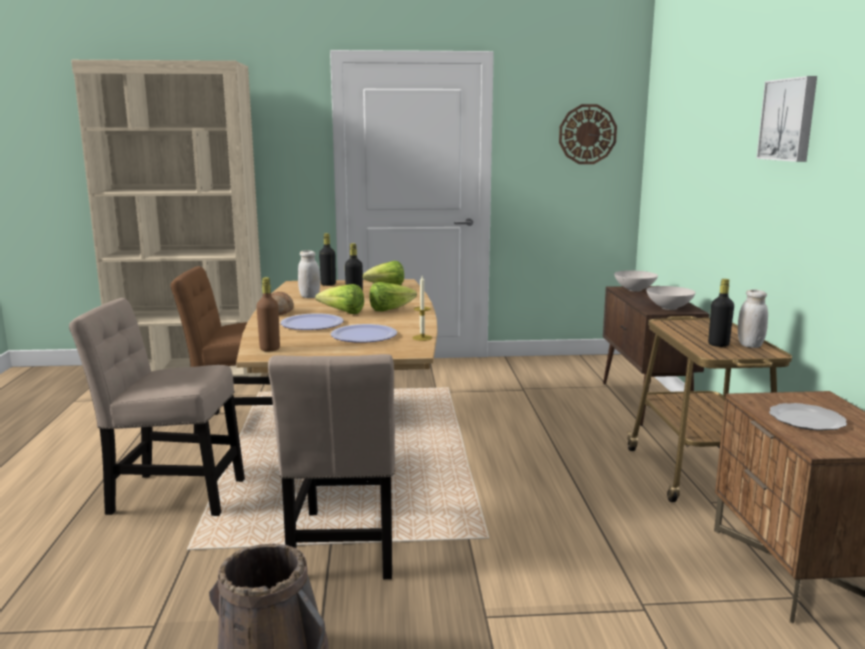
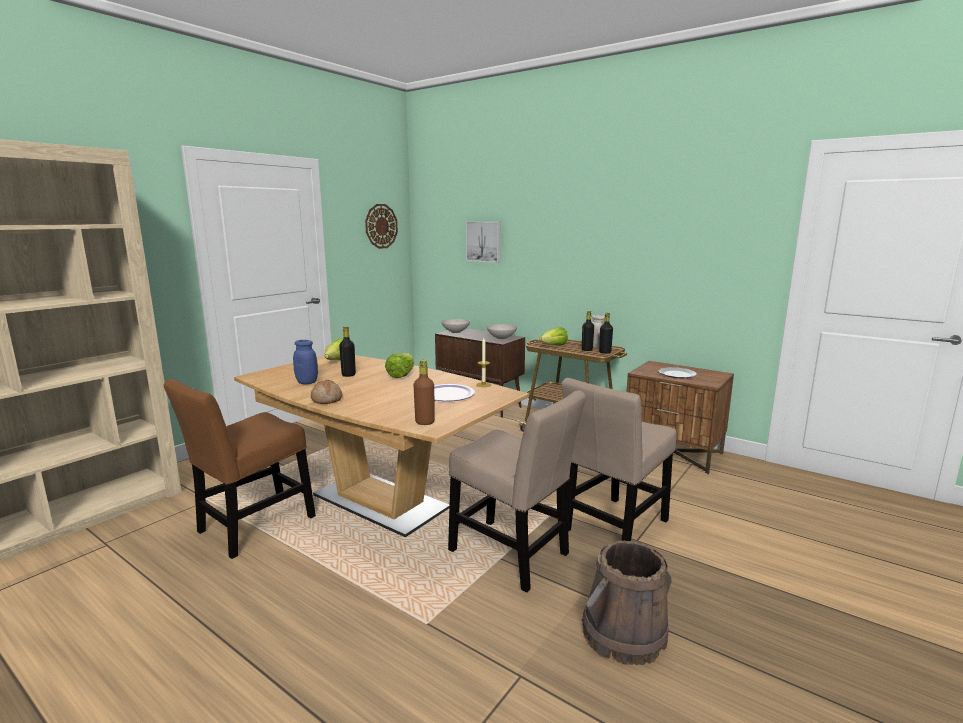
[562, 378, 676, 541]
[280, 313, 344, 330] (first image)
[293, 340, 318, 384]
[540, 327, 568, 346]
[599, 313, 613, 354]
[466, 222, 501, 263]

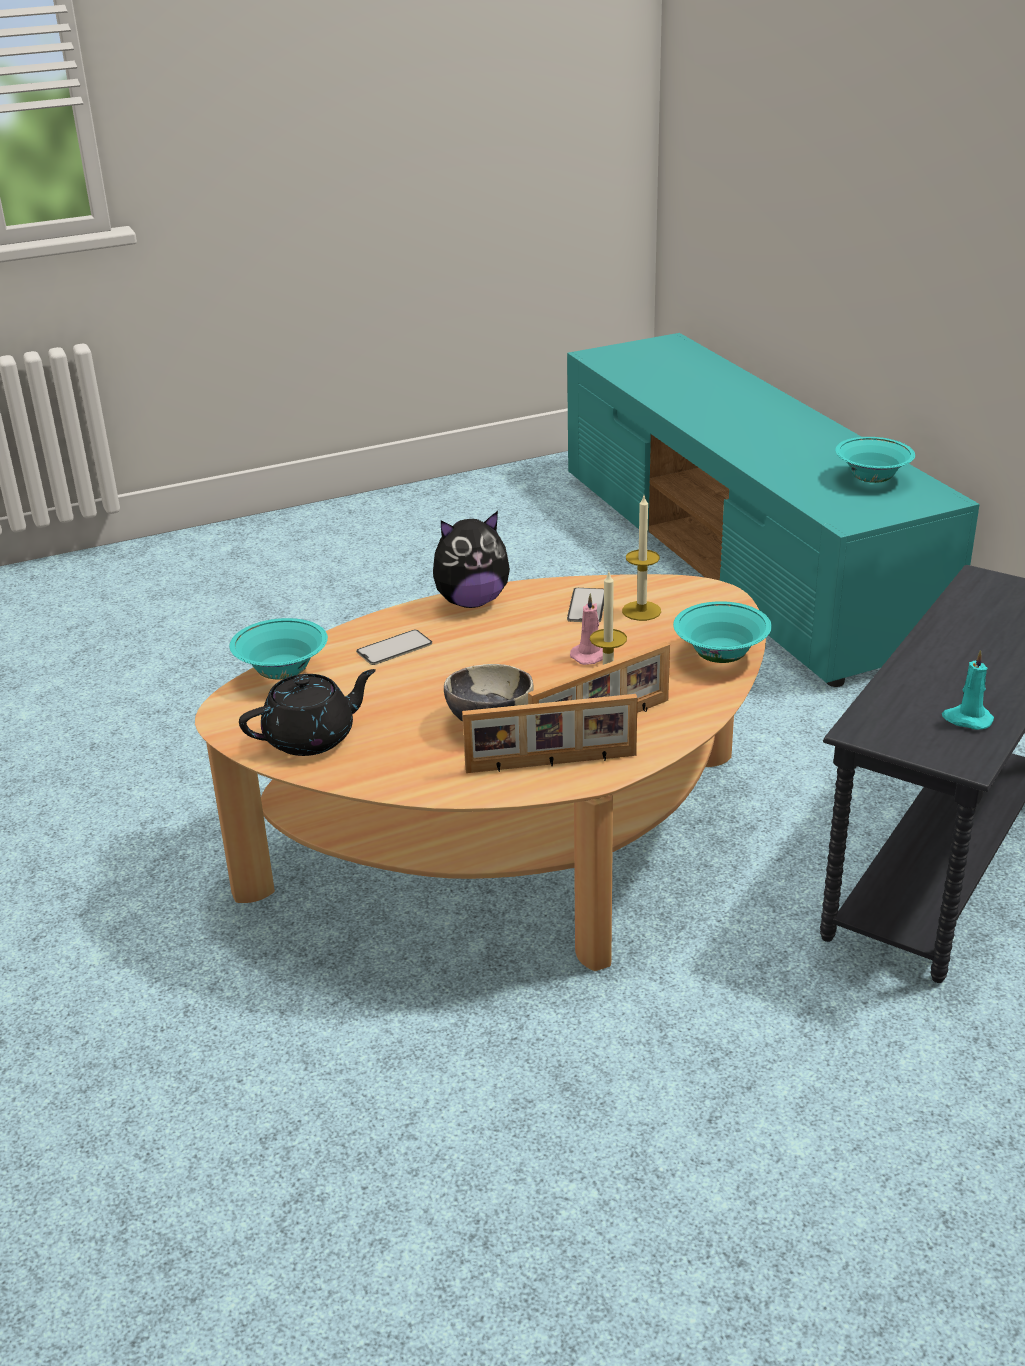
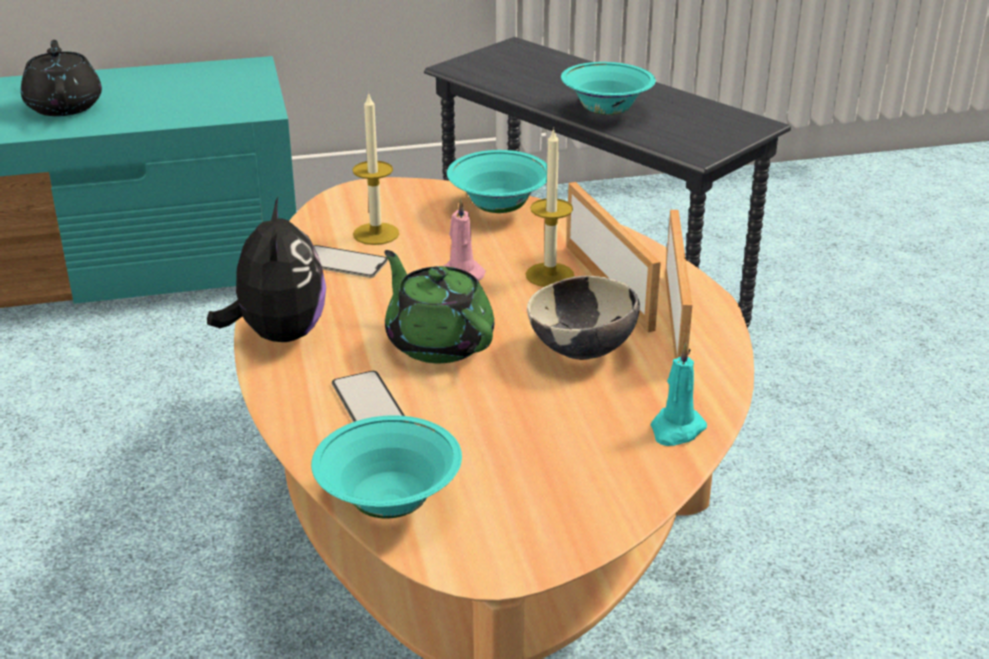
[21, 40, 102, 116]
[561, 62, 656, 115]
[651, 342, 707, 446]
[384, 250, 494, 363]

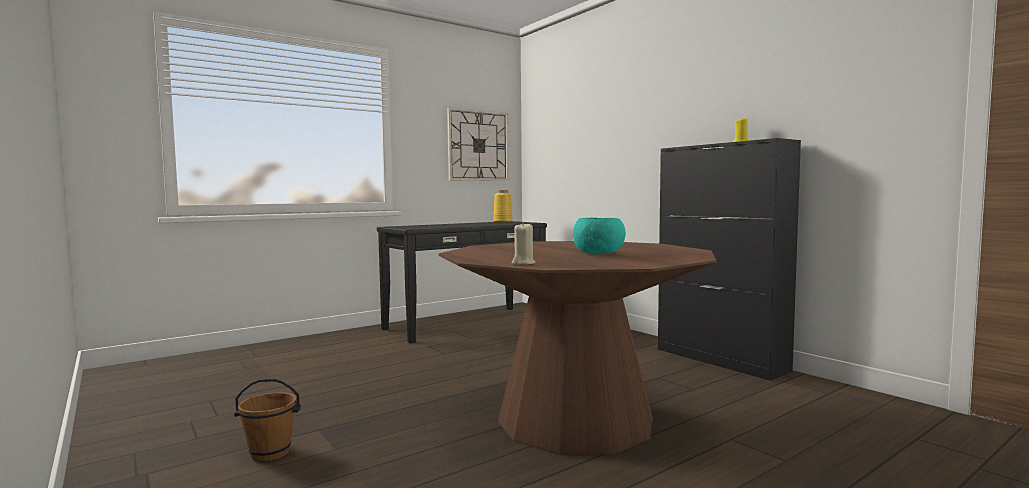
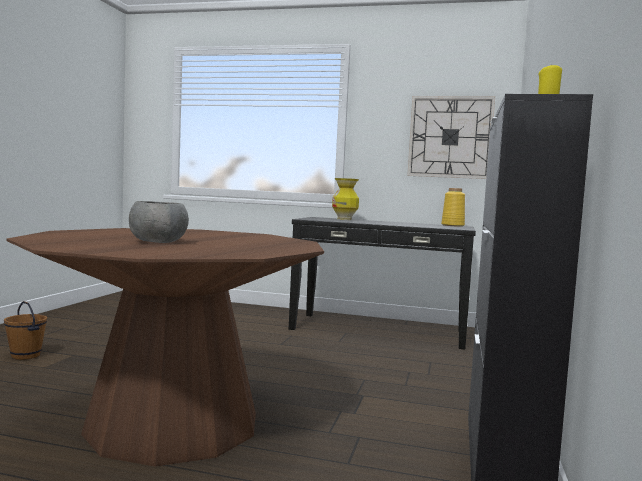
[512, 222, 535, 265] (first image)
[129, 201, 189, 243]
[332, 178, 359, 220]

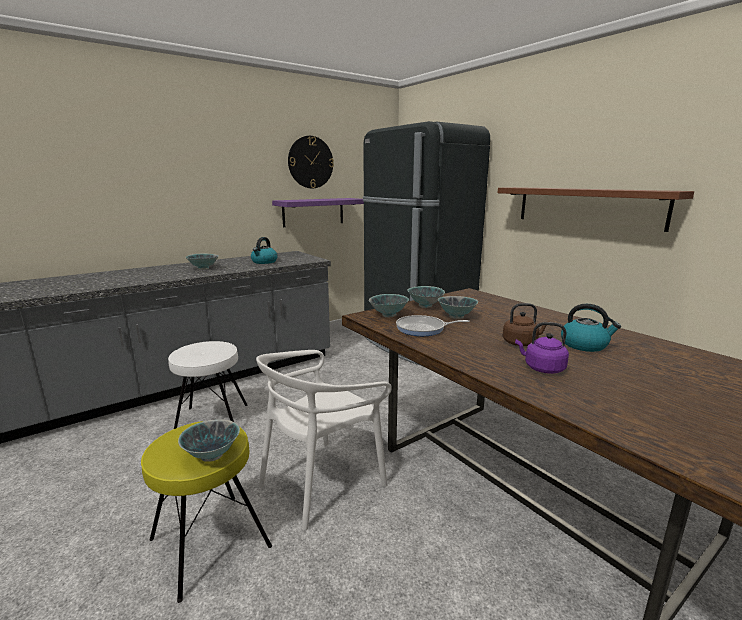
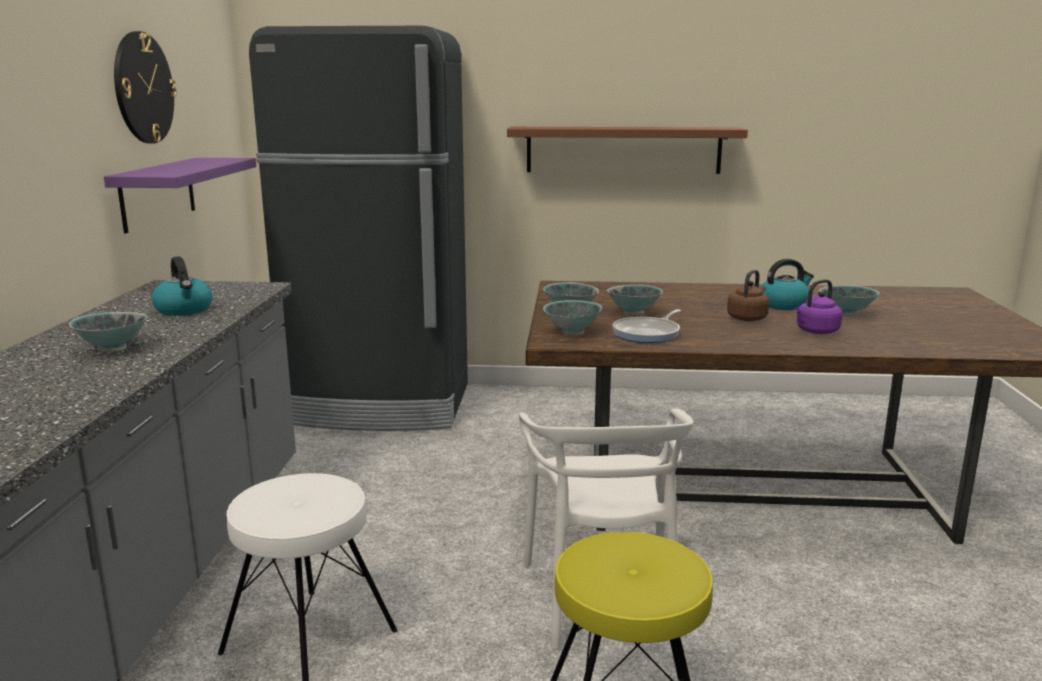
[819, 285, 879, 316]

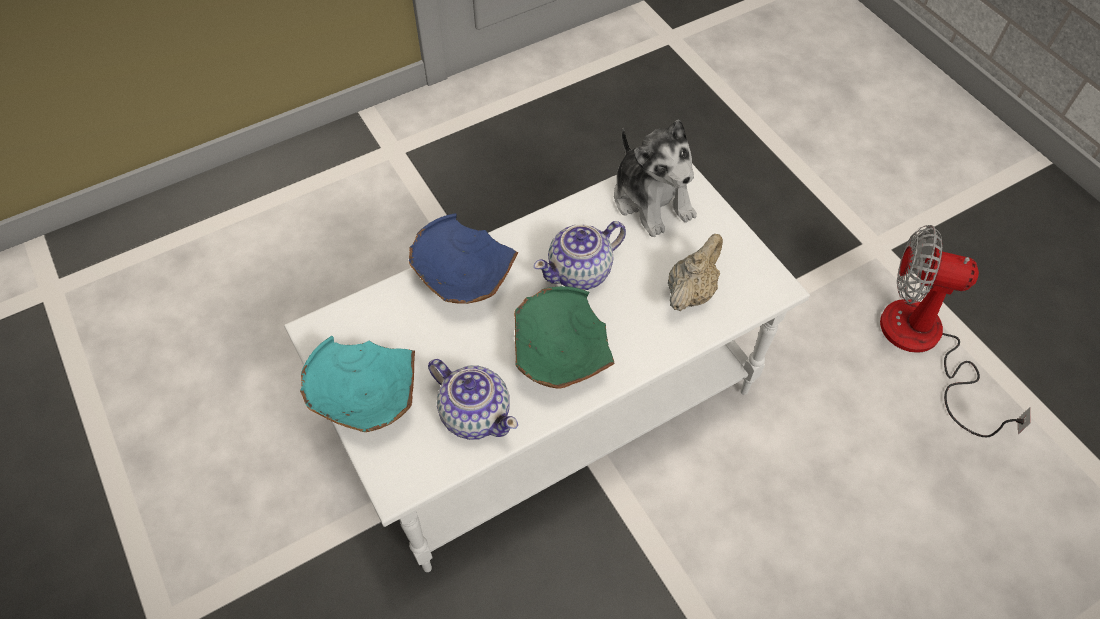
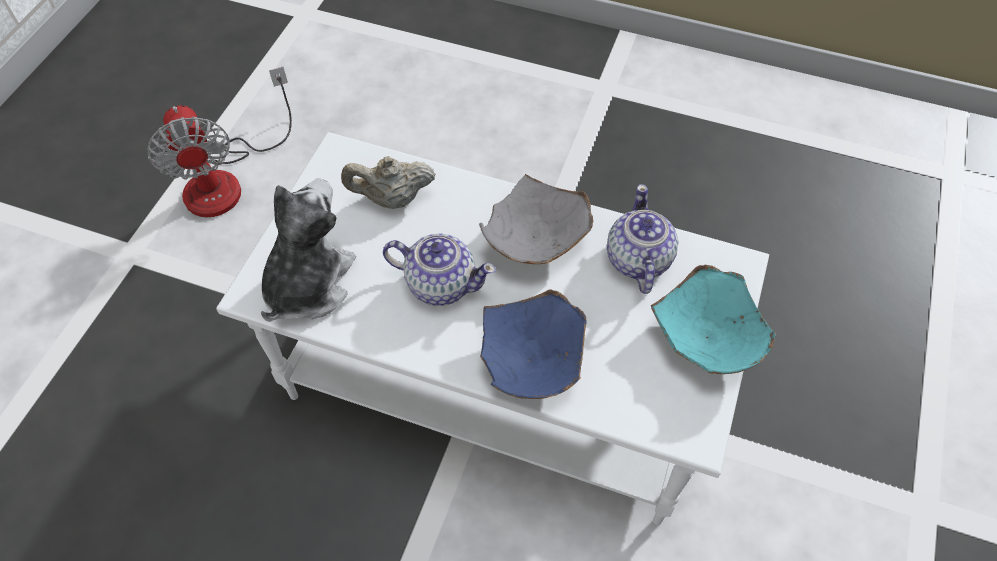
[479, 174, 593, 264]

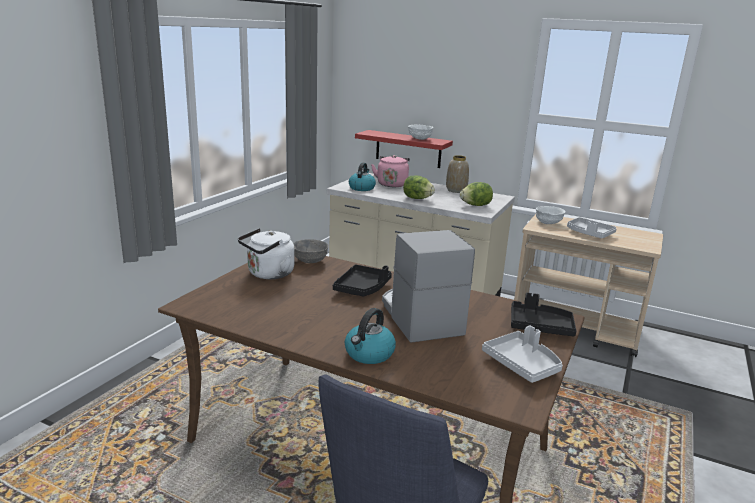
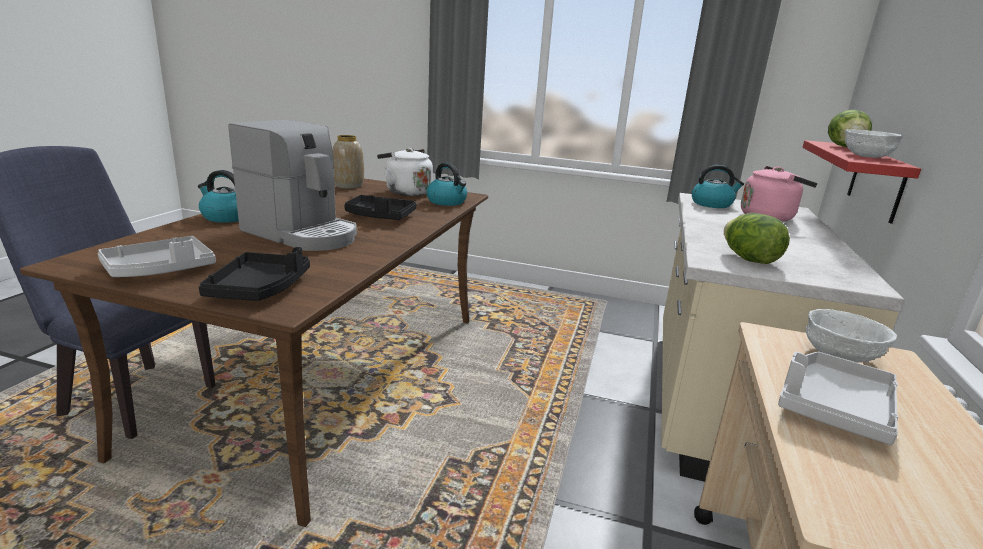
[426, 163, 467, 206]
[229, 120, 357, 251]
[828, 110, 872, 147]
[332, 135, 364, 188]

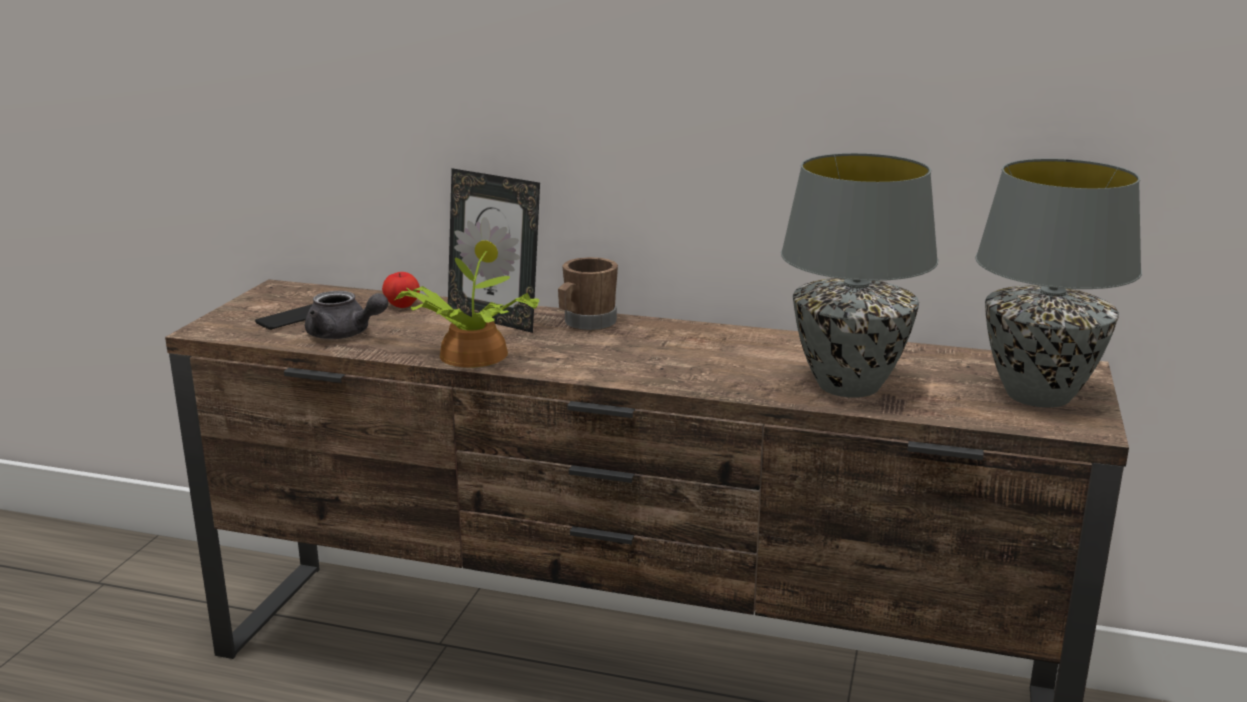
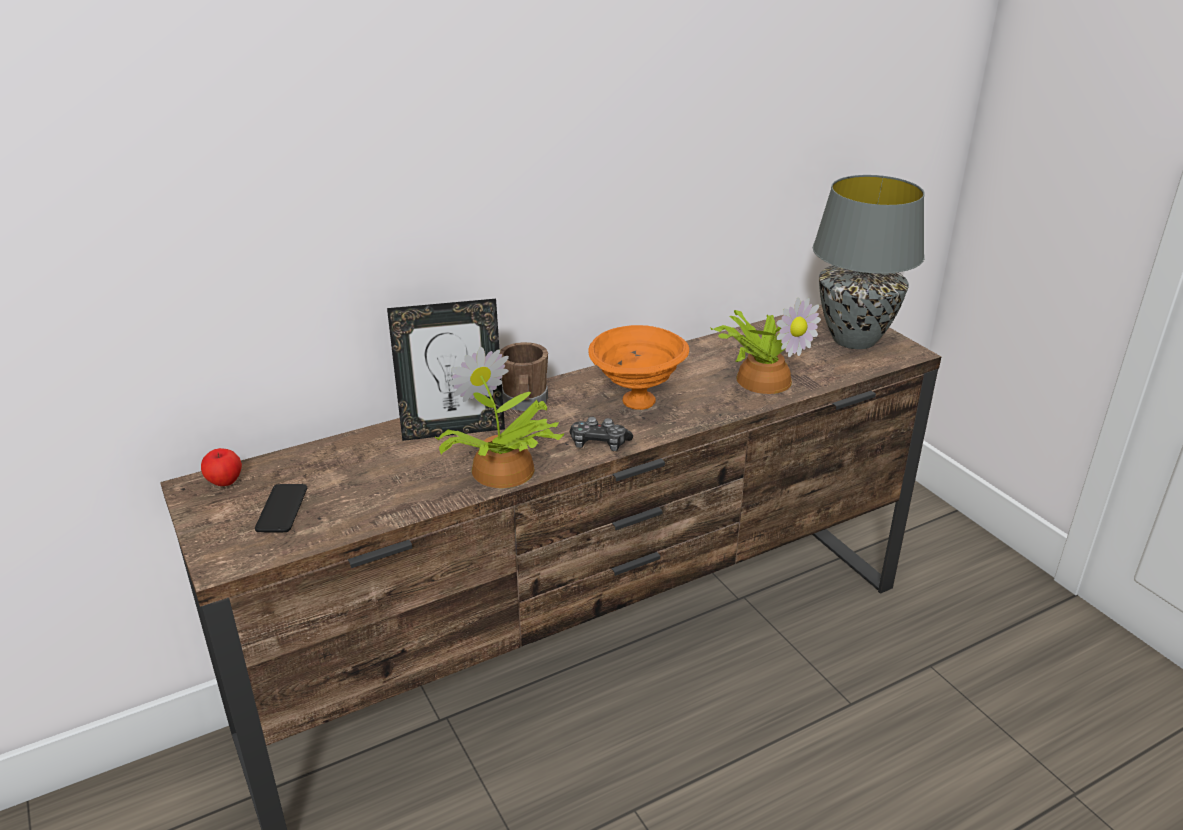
[305, 291, 388, 339] (first image)
[201, 448, 242, 486]
[710, 297, 821, 394]
[570, 417, 633, 451]
[588, 325, 689, 410]

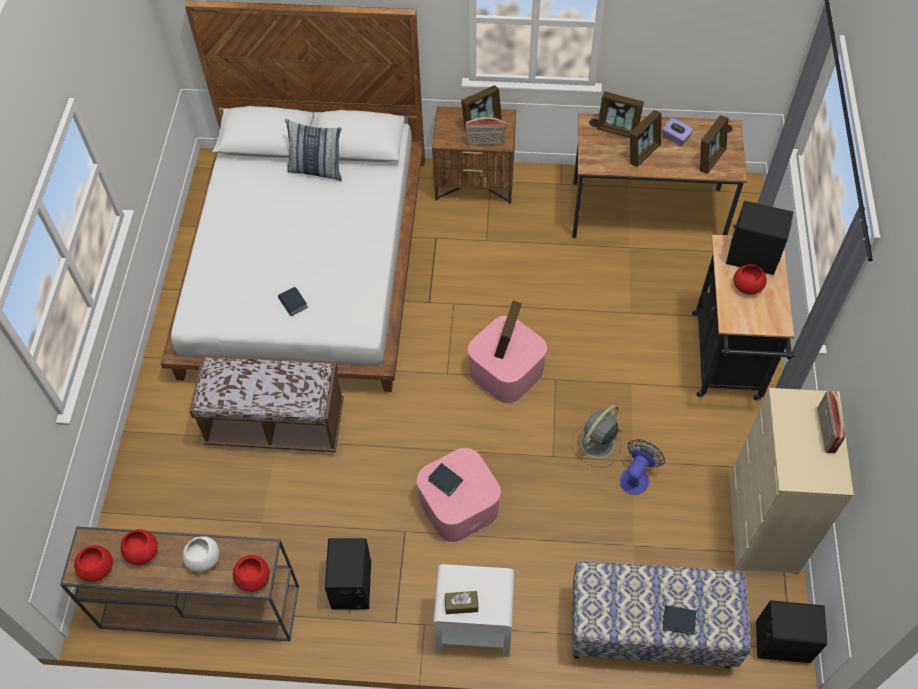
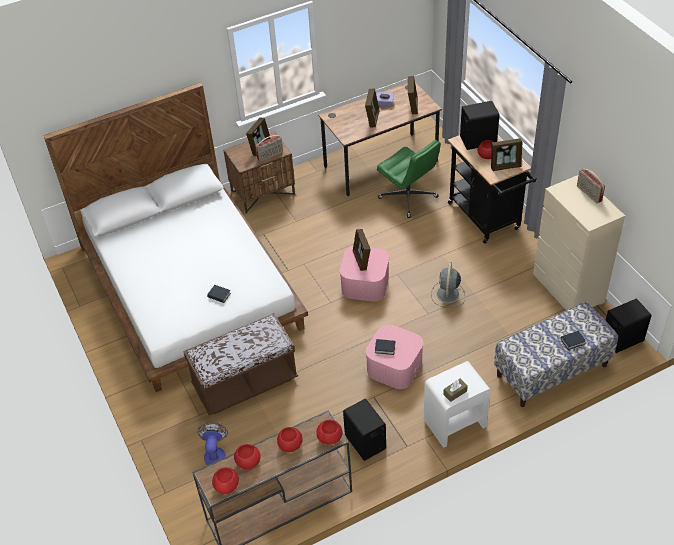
[277, 427, 303, 452]
[285, 119, 342, 181] (first image)
[491, 138, 522, 171]
[197, 423, 228, 465]
[377, 140, 441, 218]

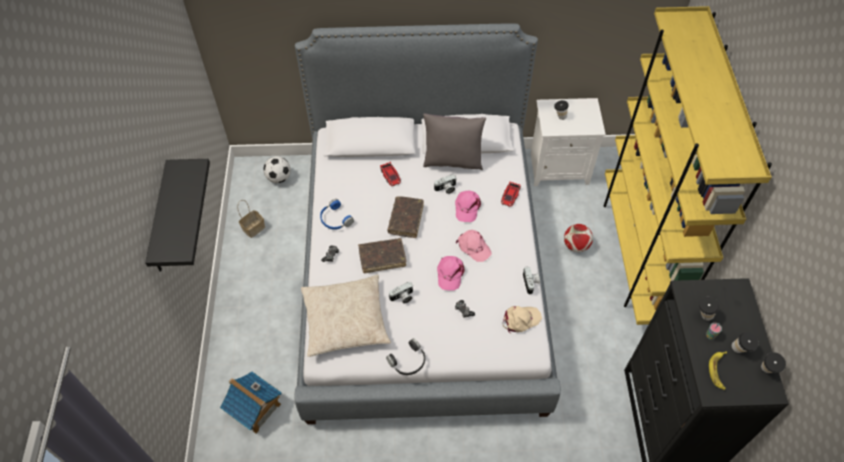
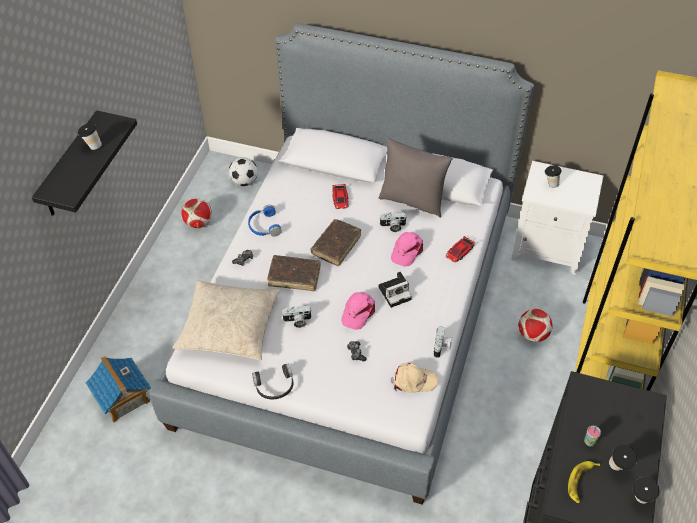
[182, 198, 212, 228]
[378, 272, 412, 308]
[78, 123, 102, 150]

